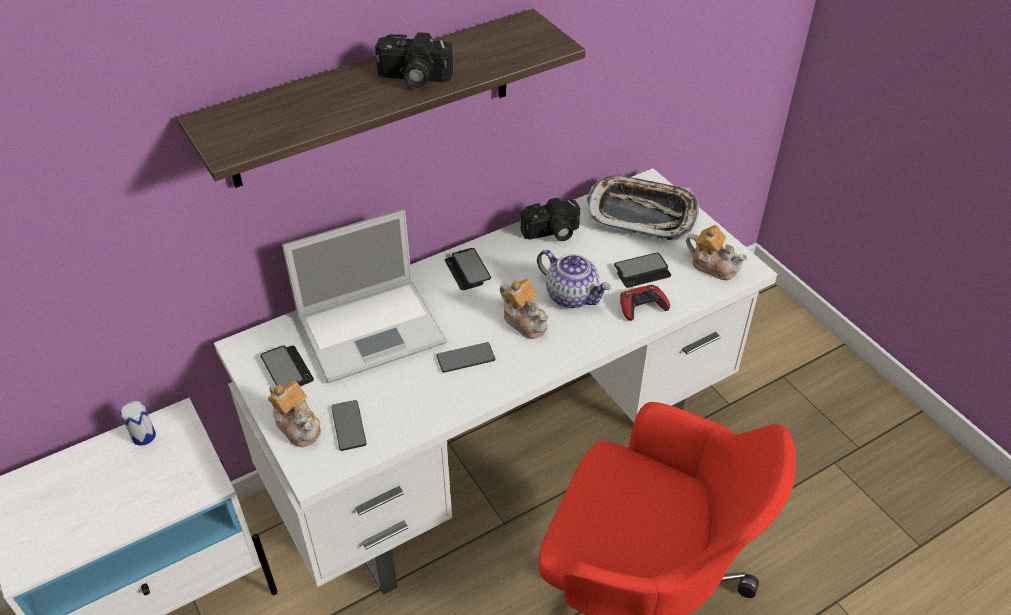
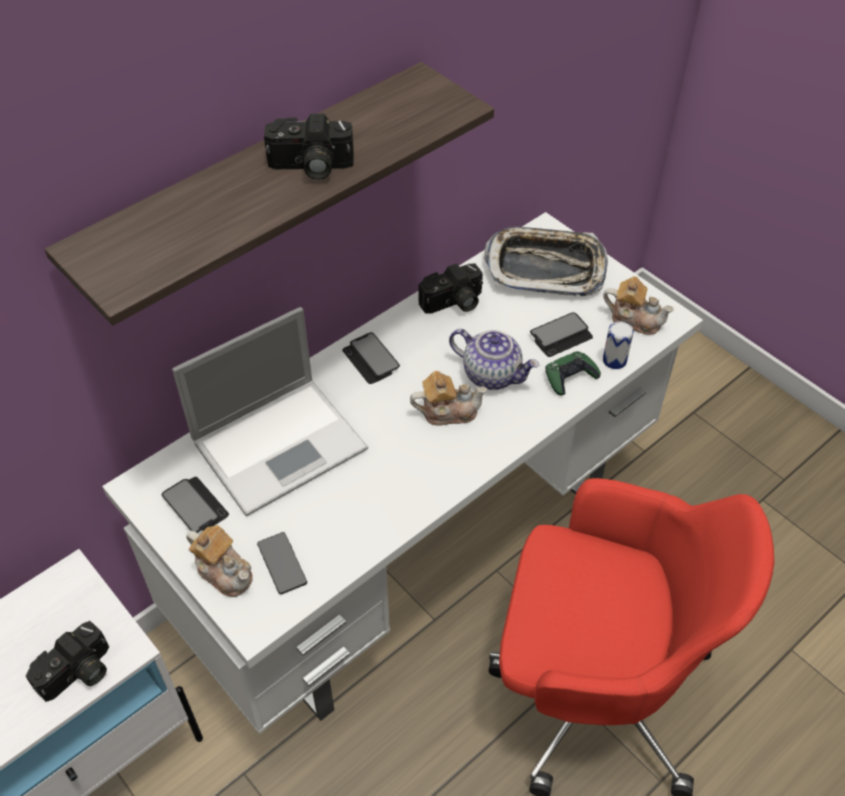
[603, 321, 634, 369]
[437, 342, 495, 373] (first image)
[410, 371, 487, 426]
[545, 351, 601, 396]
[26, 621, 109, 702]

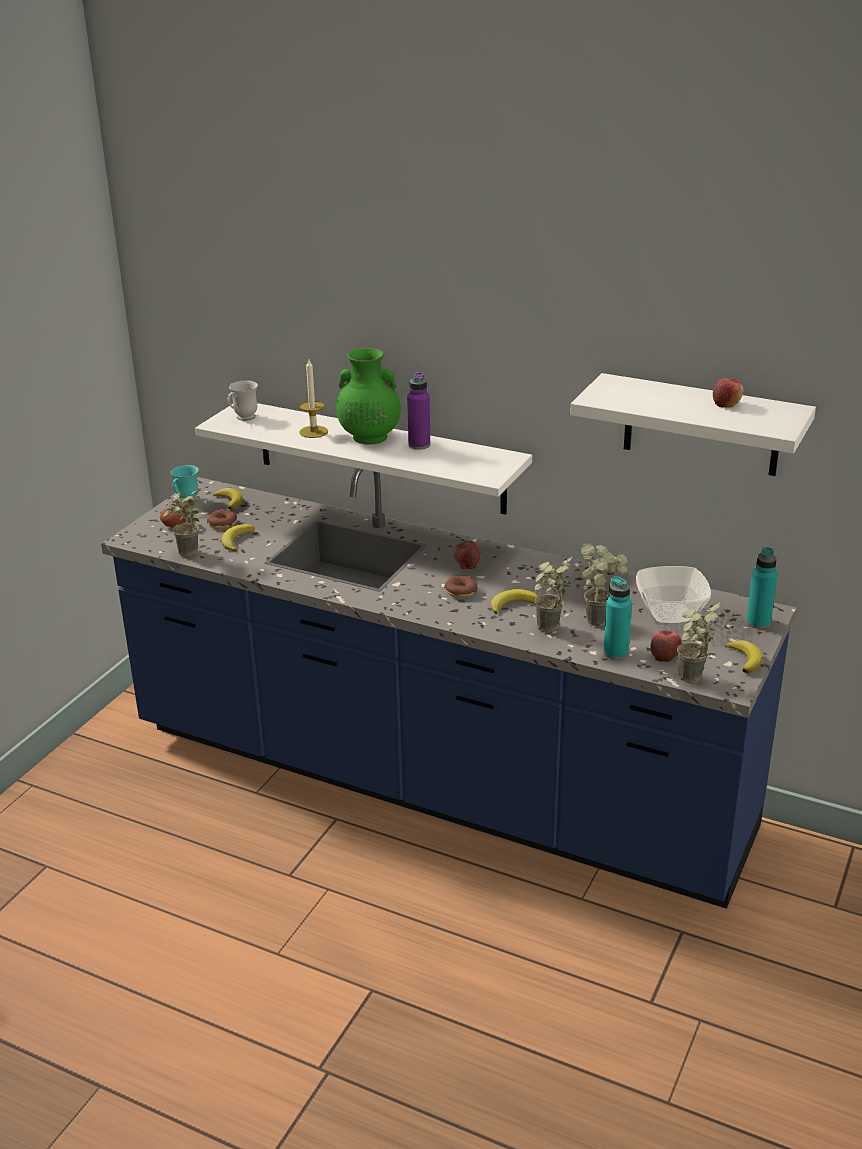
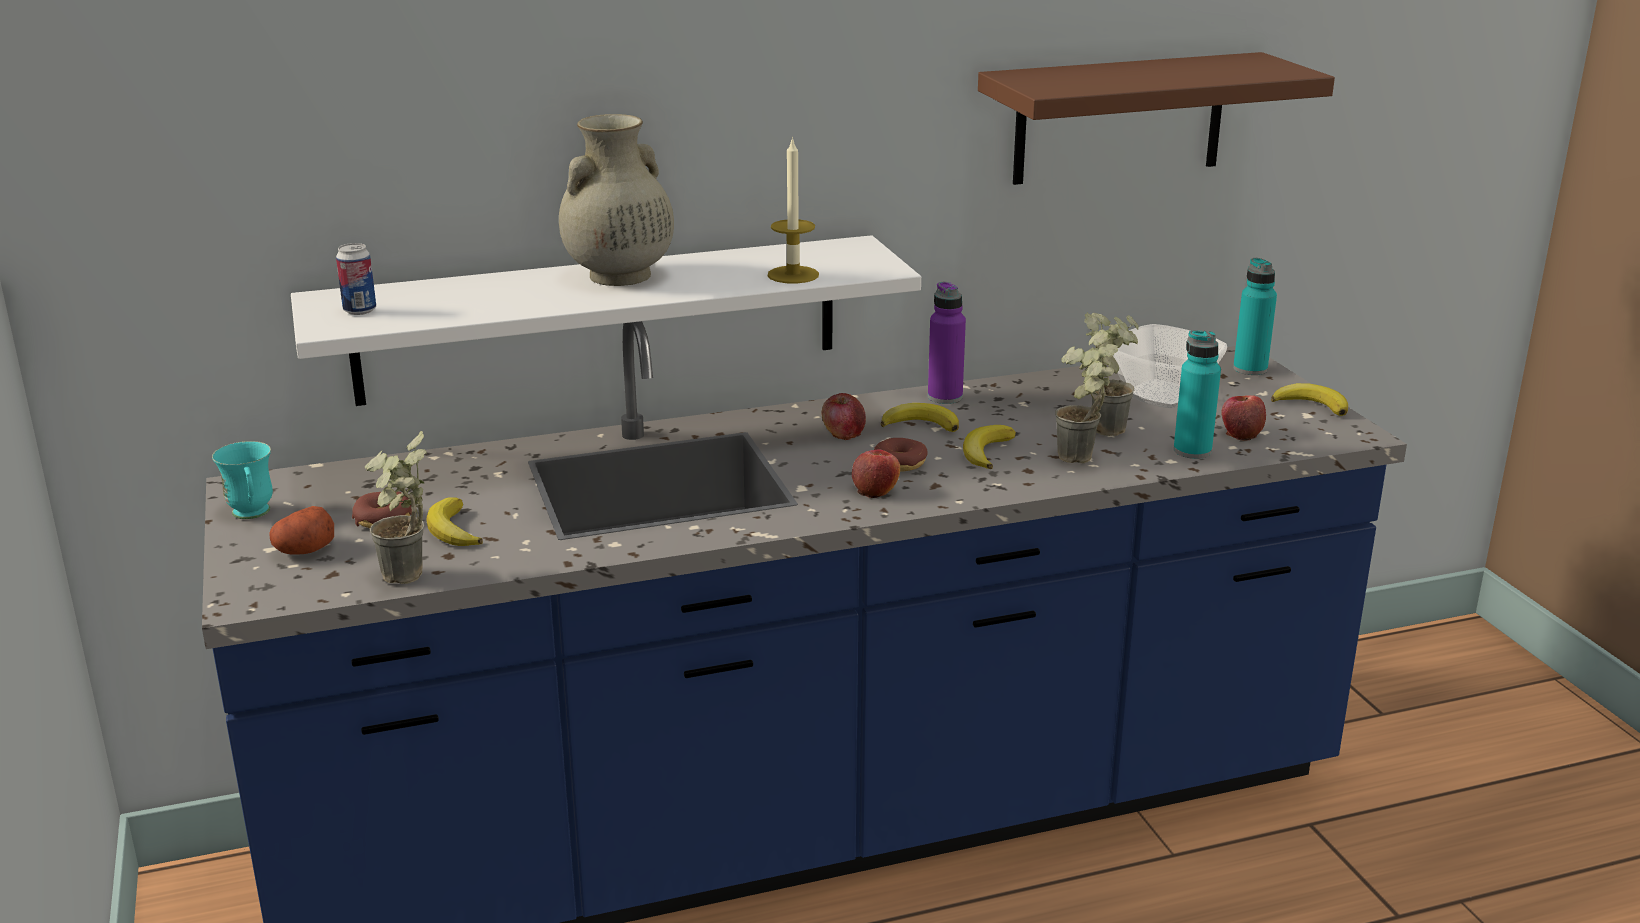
[881, 403, 959, 432]
[336, 243, 376, 315]
[768, 136, 819, 284]
[559, 114, 674, 286]
[928, 281, 966, 404]
[978, 52, 1335, 185]
[677, 602, 720, 683] (first image)
[852, 449, 900, 498]

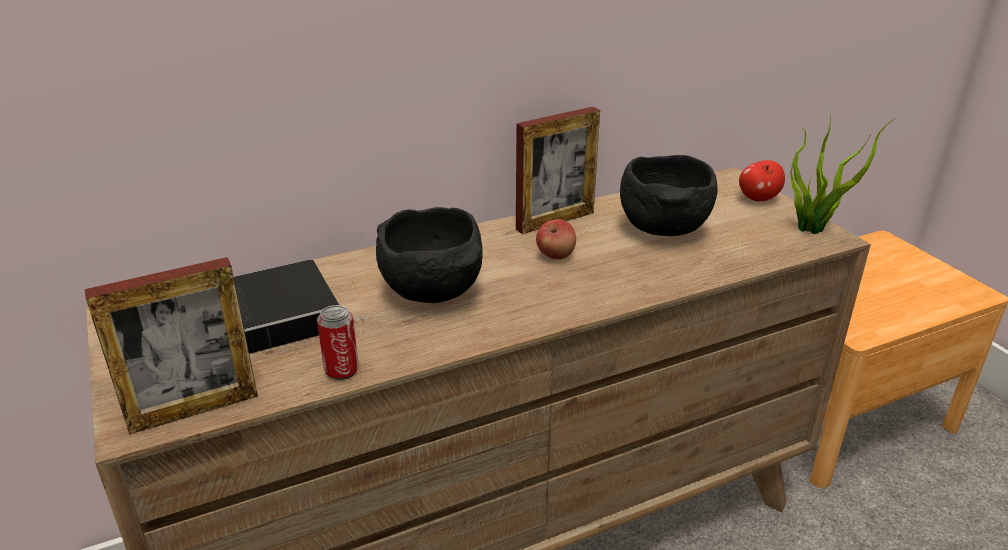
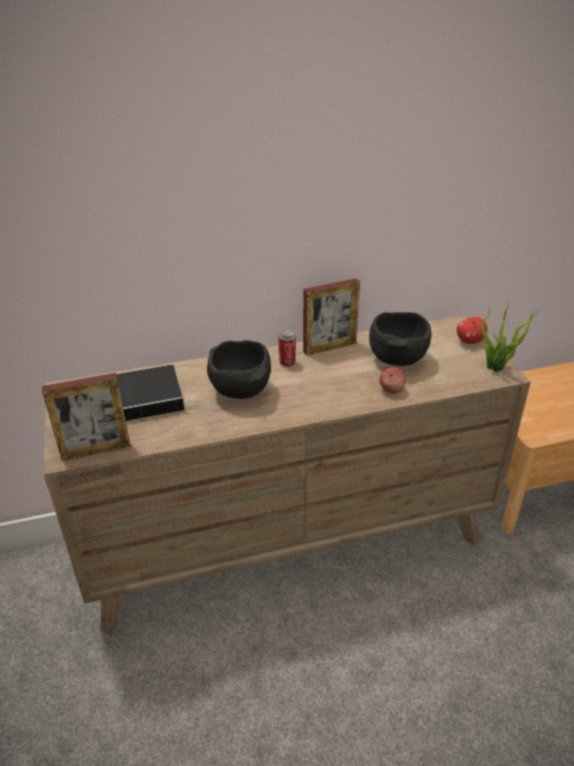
[279, 330, 296, 367]
[379, 368, 406, 393]

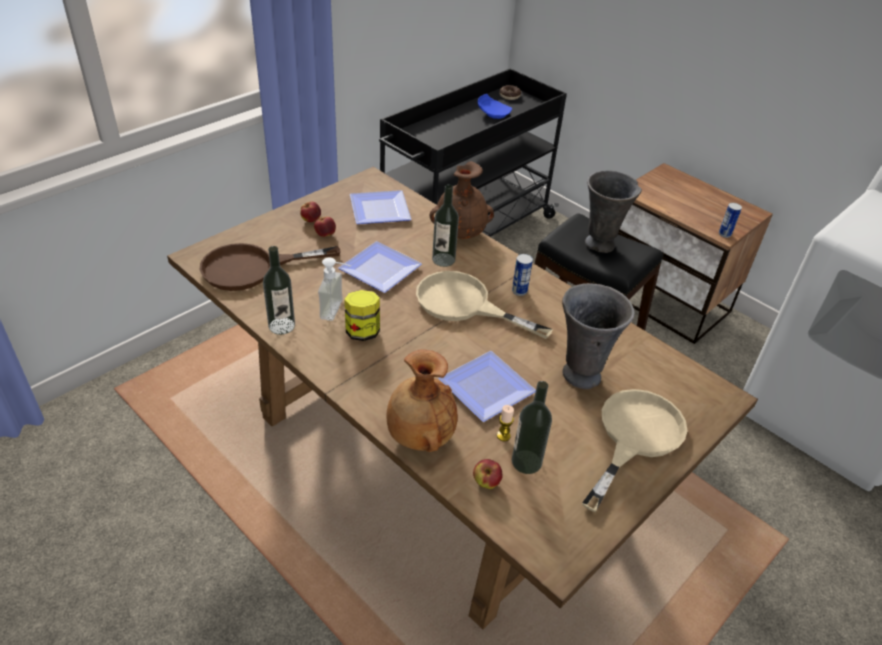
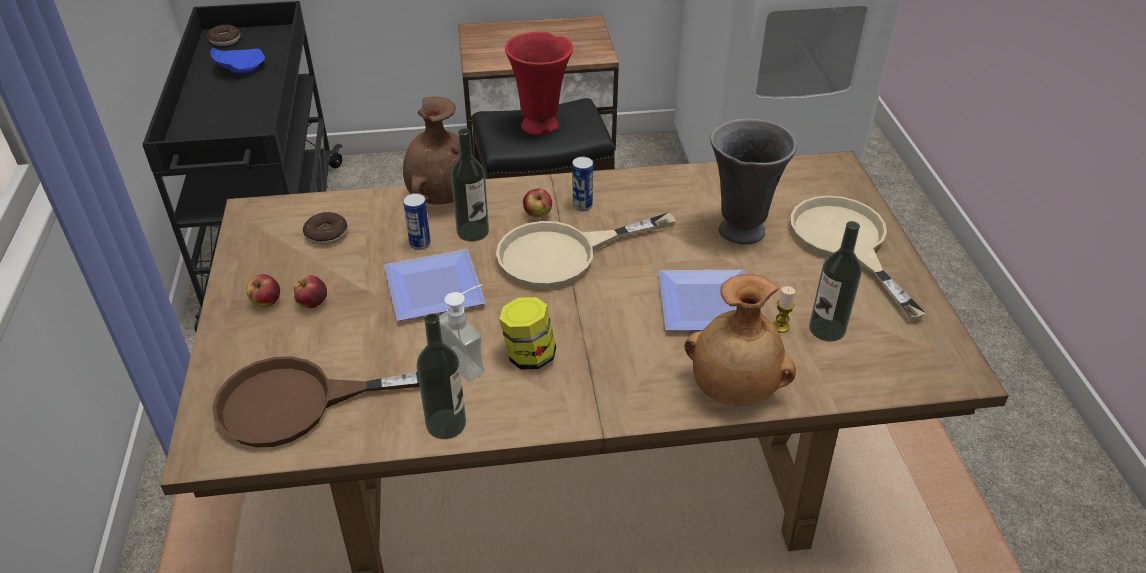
[212, 356, 420, 447]
[303, 212, 348, 245]
[523, 188, 552, 217]
[505, 32, 573, 136]
[403, 193, 431, 250]

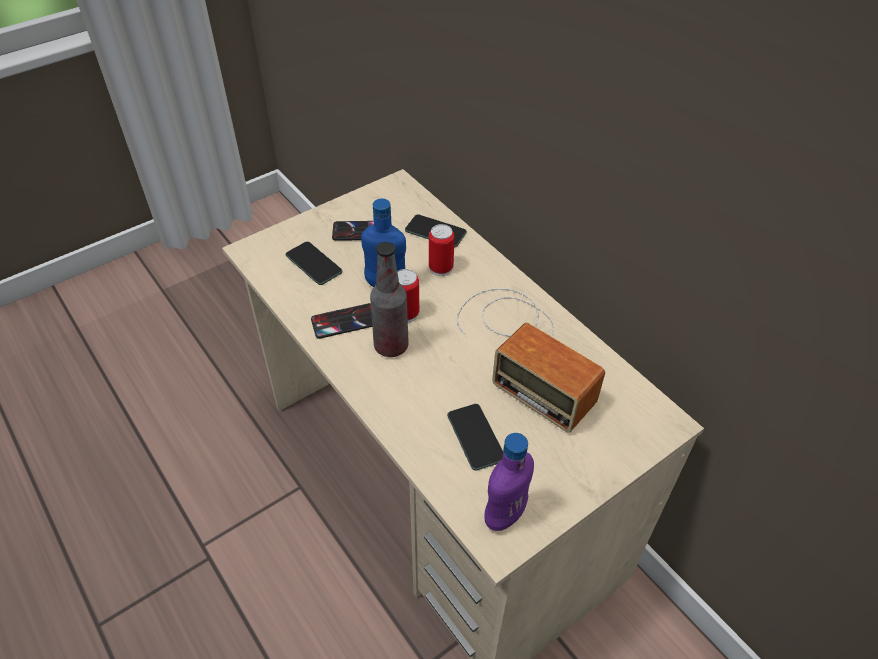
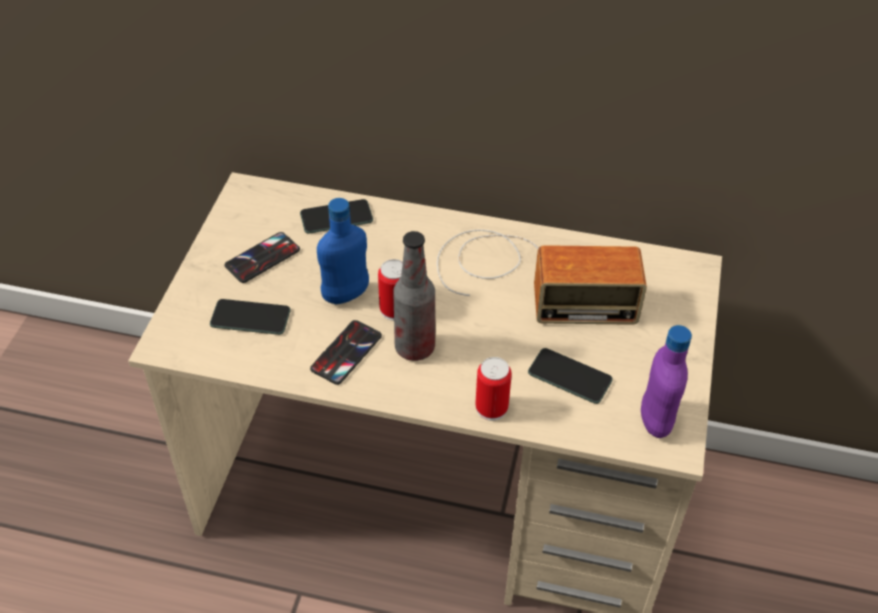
[475, 357, 512, 421]

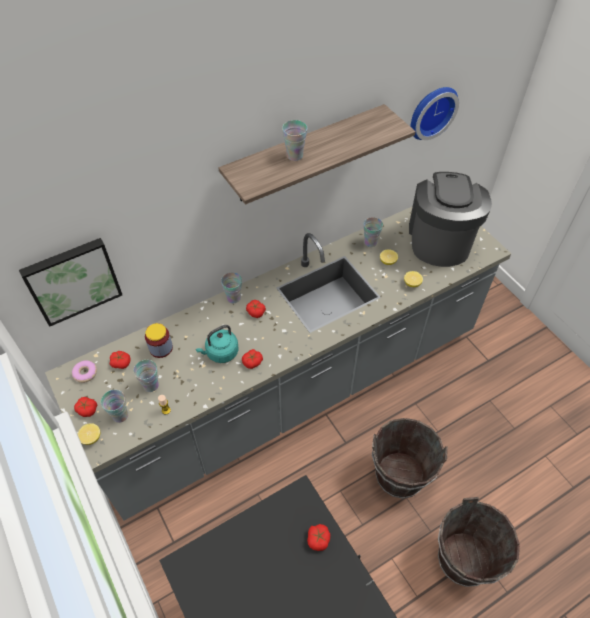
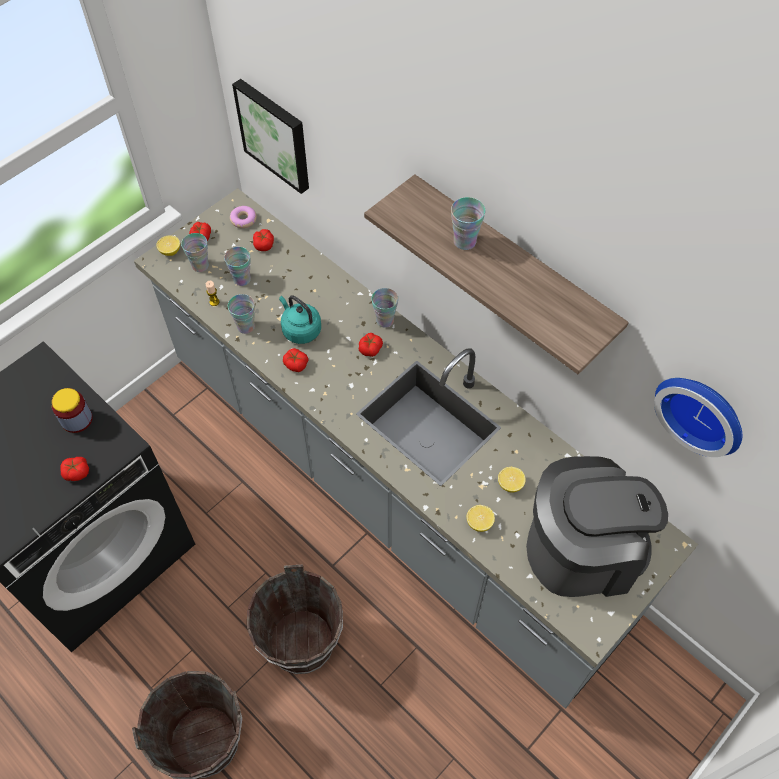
[52, 388, 93, 433]
[228, 294, 255, 334]

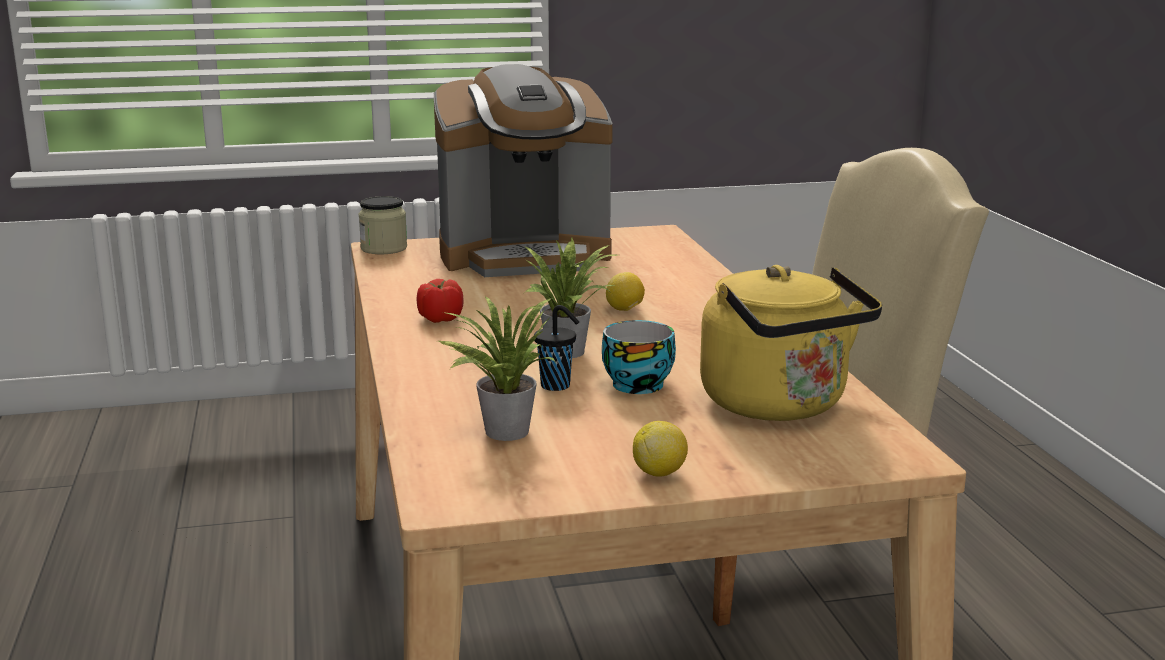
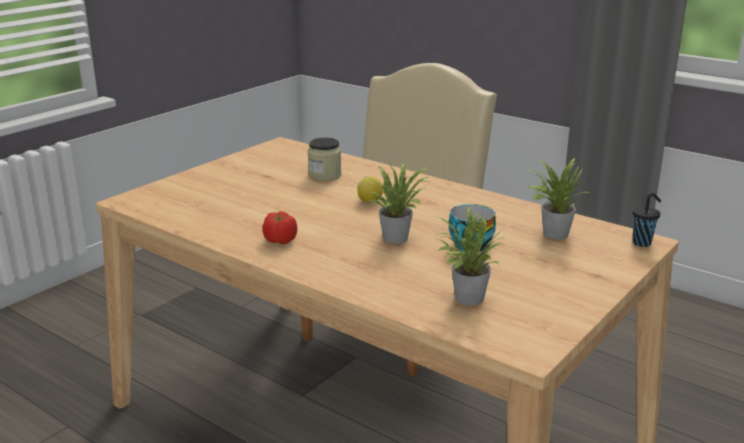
[308, 137, 341, 181]
[434, 64, 613, 277] (first image)
[633, 193, 661, 247]
[633, 421, 688, 477] (first image)
[527, 158, 592, 240]

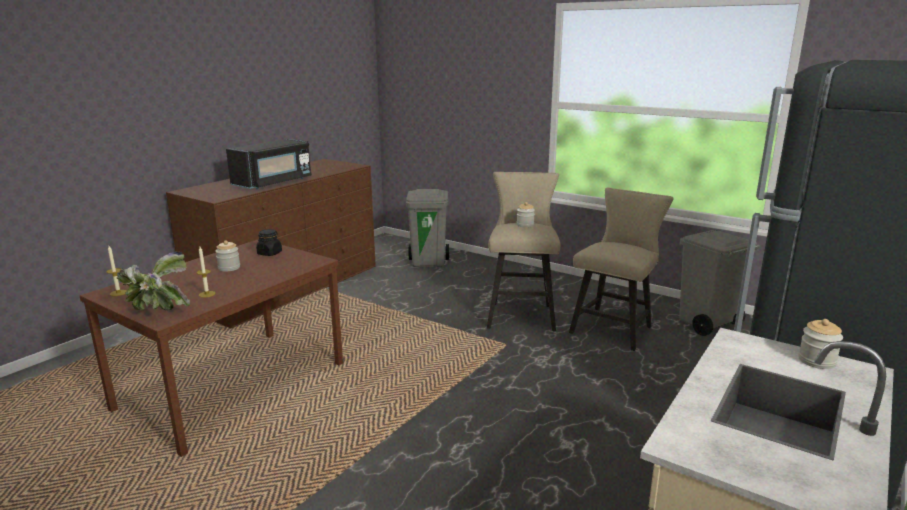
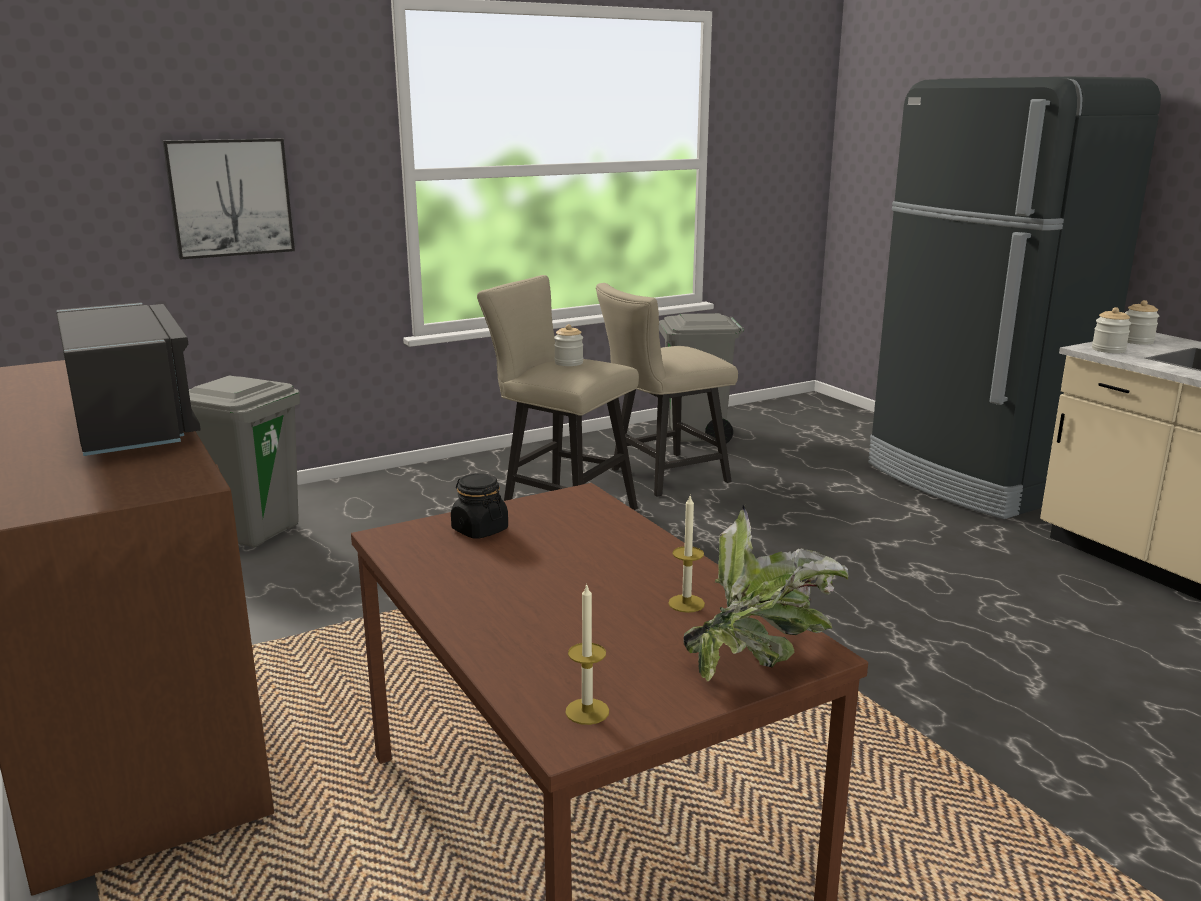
[1092, 307, 1131, 353]
[596, 283, 738, 497]
[163, 138, 295, 260]

